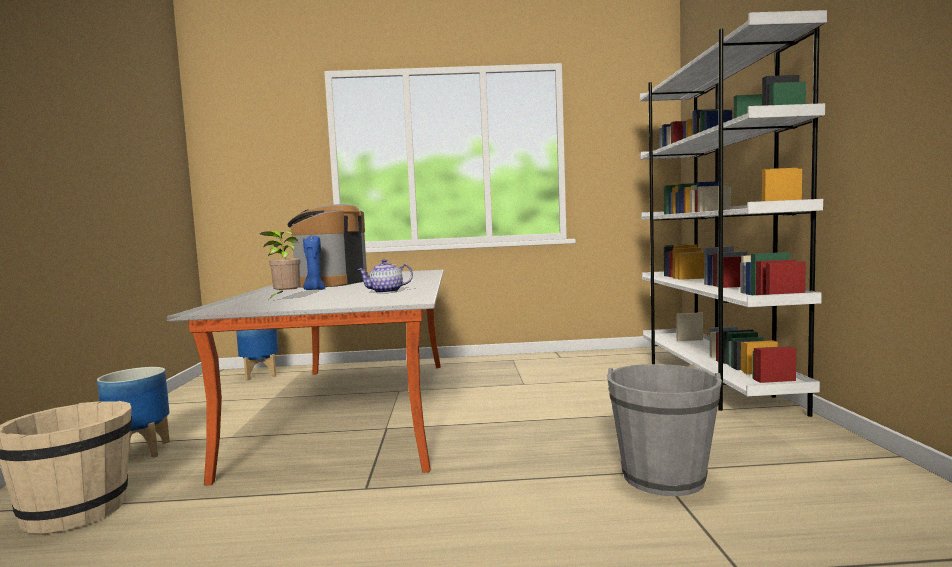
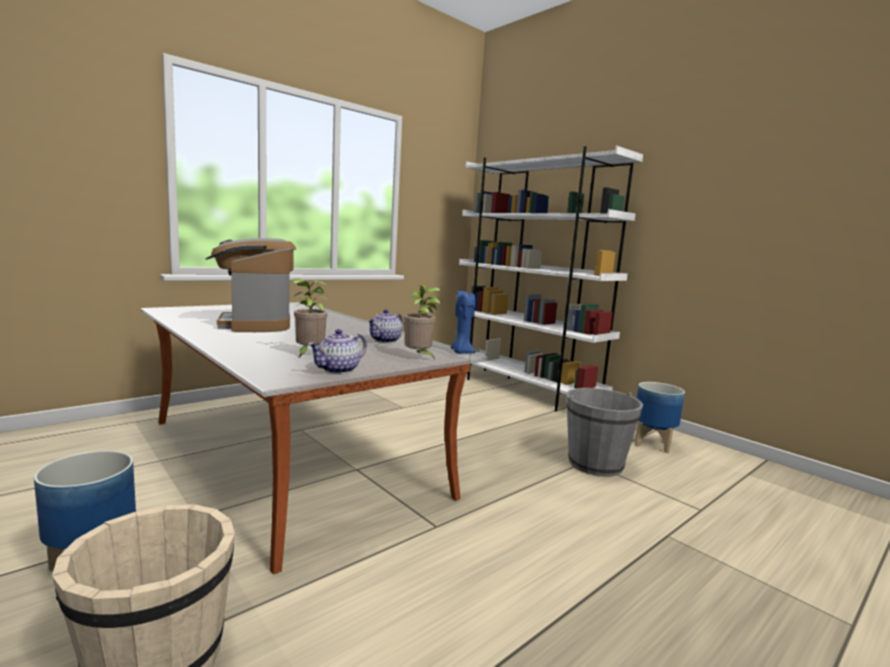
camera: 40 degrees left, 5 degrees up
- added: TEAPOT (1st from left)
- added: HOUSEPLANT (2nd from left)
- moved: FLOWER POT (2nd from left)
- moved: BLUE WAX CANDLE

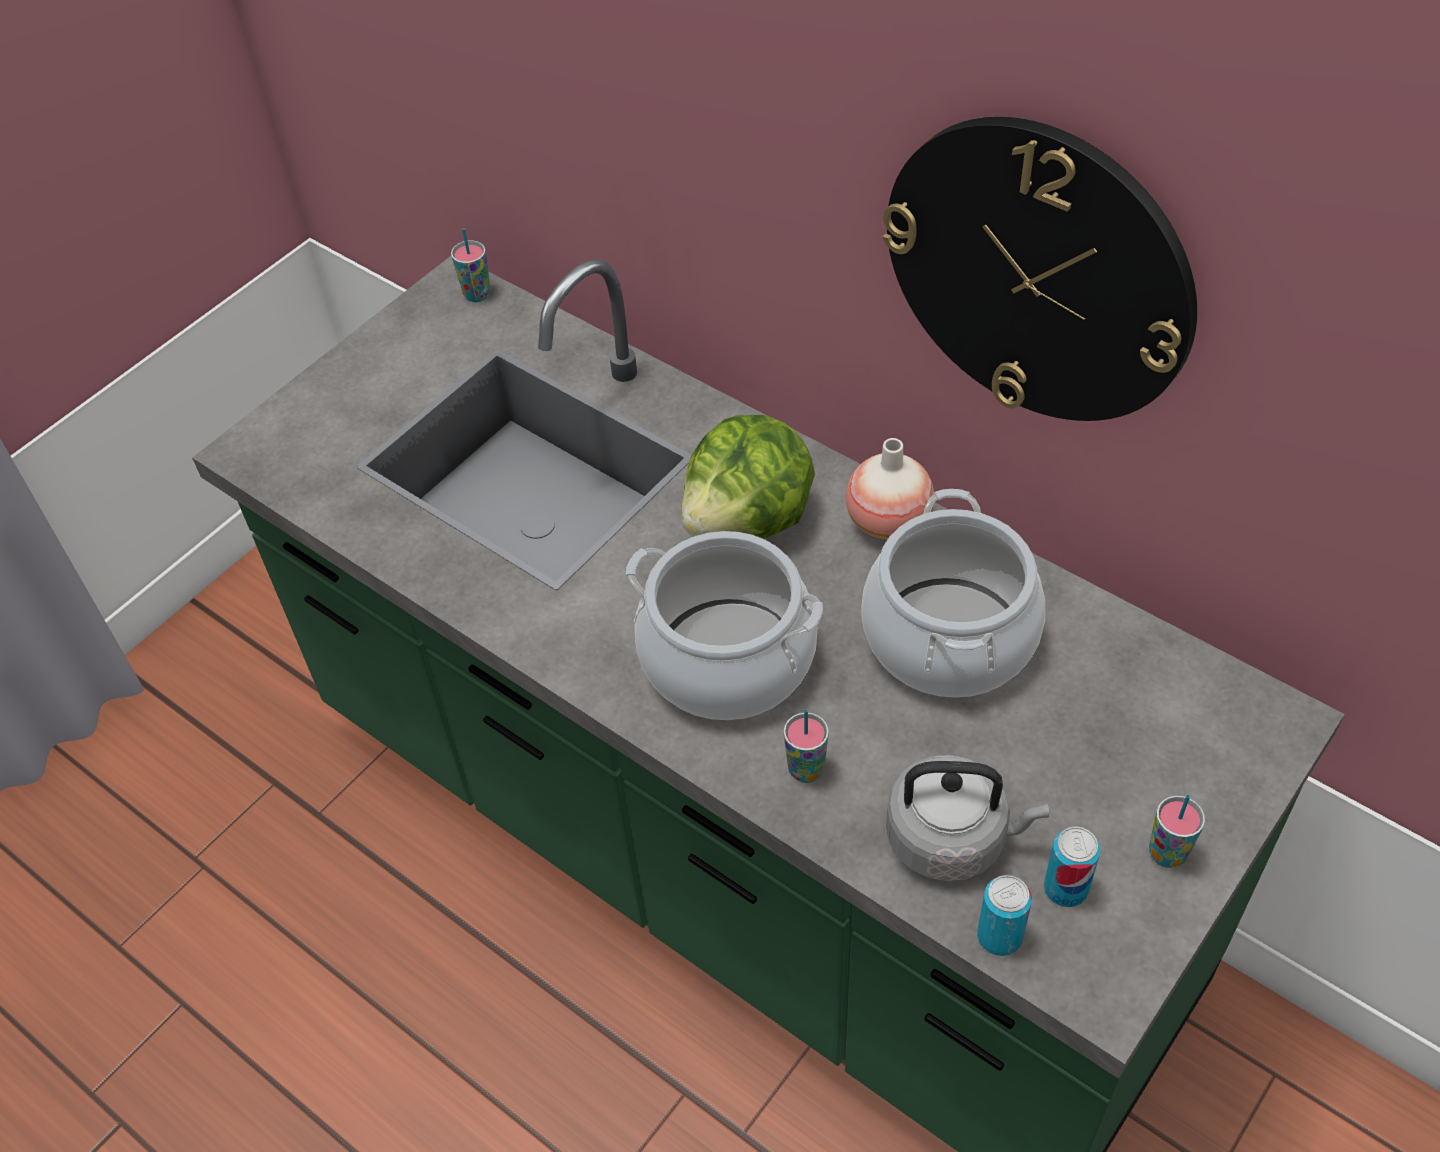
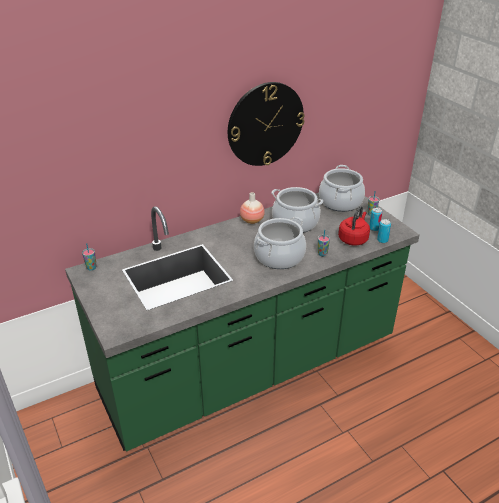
camera: 70 degrees left, 15 degrees down
- removed: LETTUCE
- added: STOCKPOT (3rd from left)
- recoloured: GRAY KETTLE to RED-COLOURED KETTLE

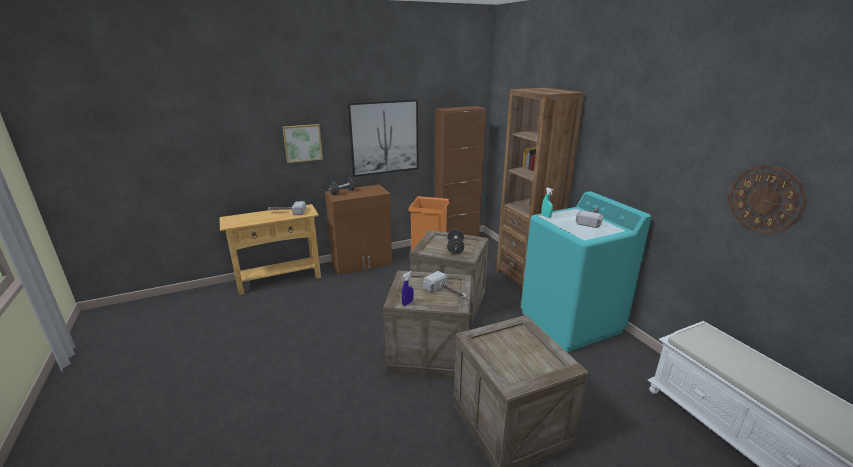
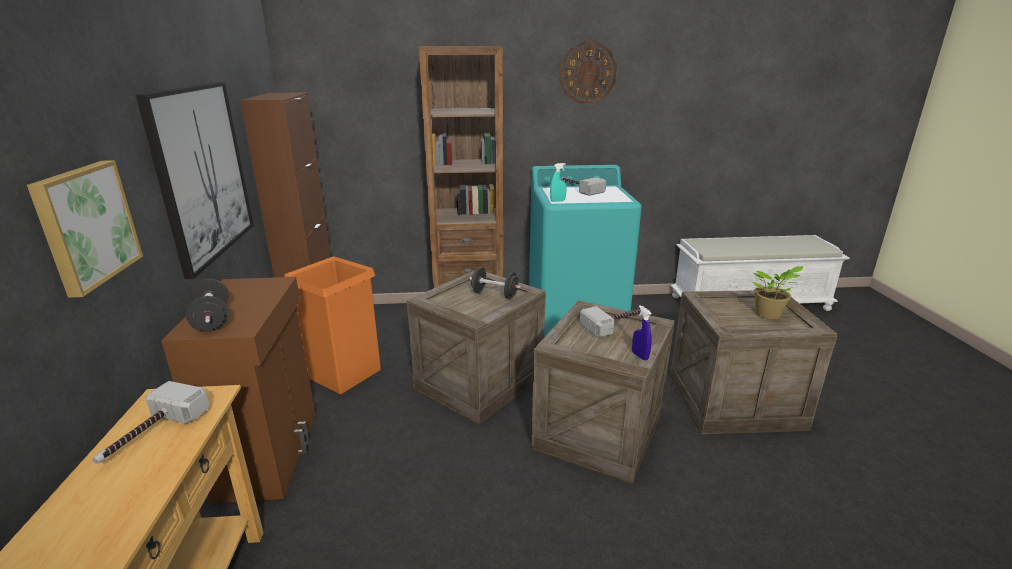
camera: 70 degrees left, 0 degrees up
- added: HOUSEPLANT
- moved: HANGING CLOCK

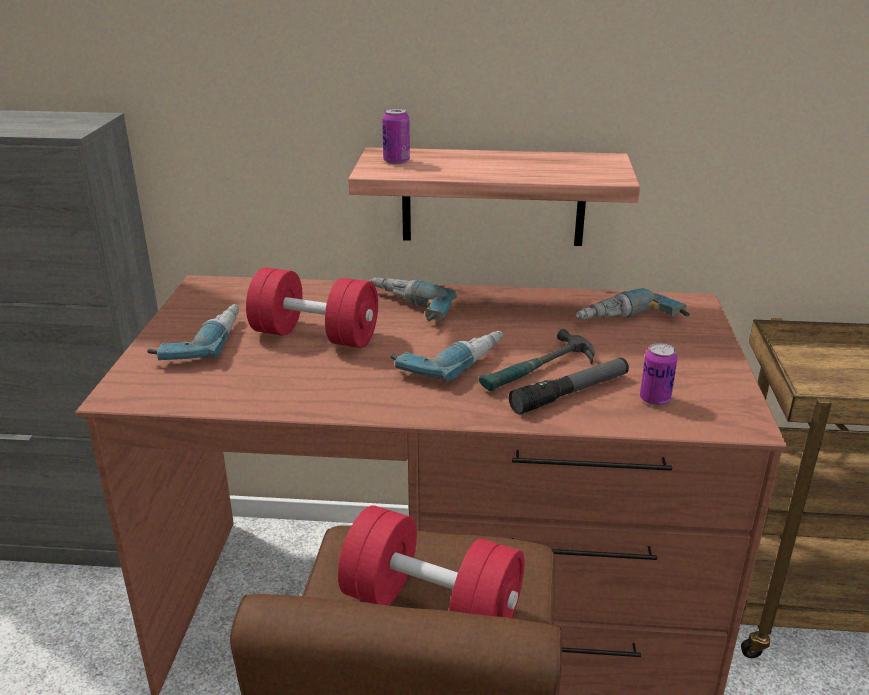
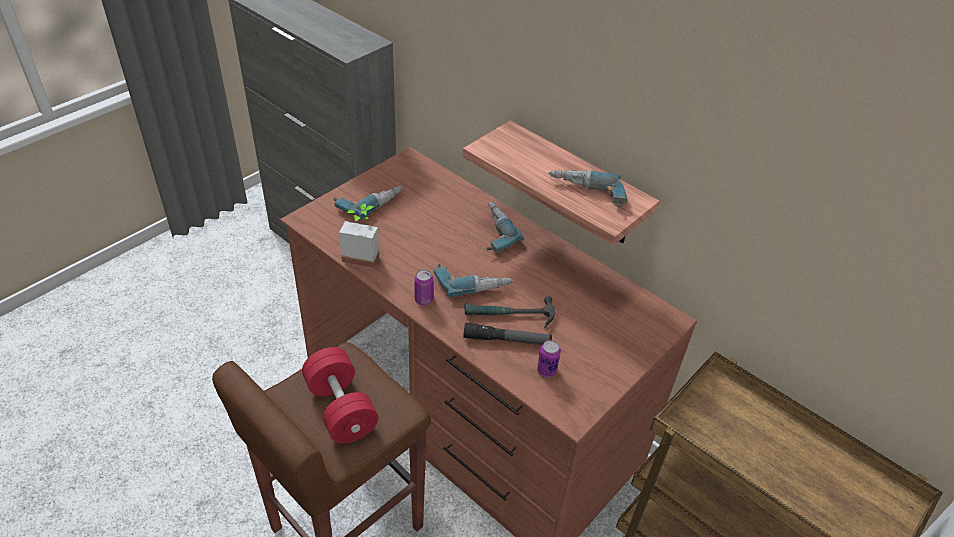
camera: 35 degrees right, 15 degrees up
- removed: RED-COLOURED HAND WEIGHT (1st from left)
- added: HOUSEPLANT
- moved: METAL CAN (1st from left)
- moved: ELECTRIC DRILL (4th from left)

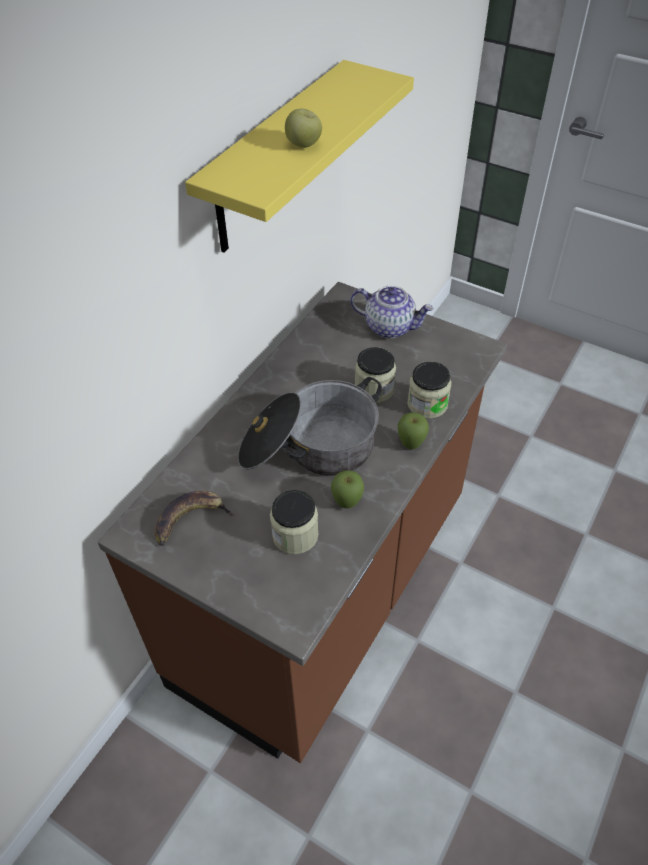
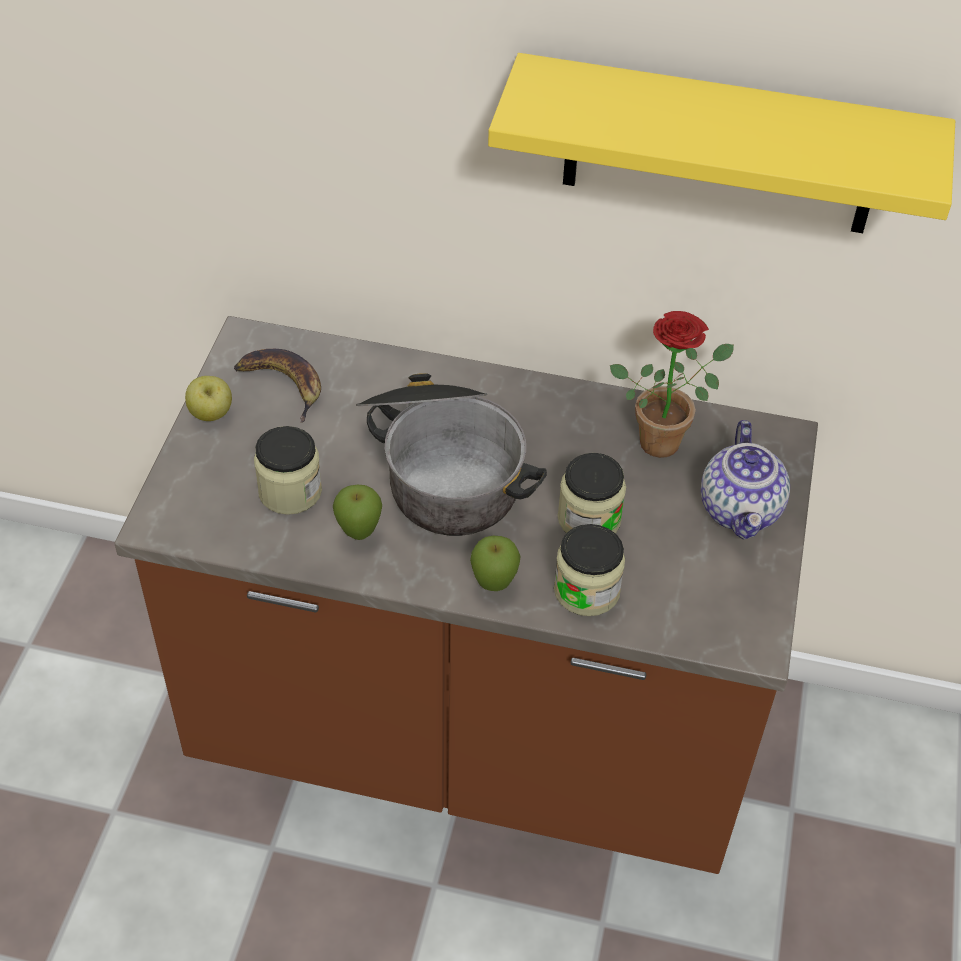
camera: 70 degrees right, 0 degrees up
- added: HOUSEPLANT
- moved: APPLE FRUIT (1st from left)

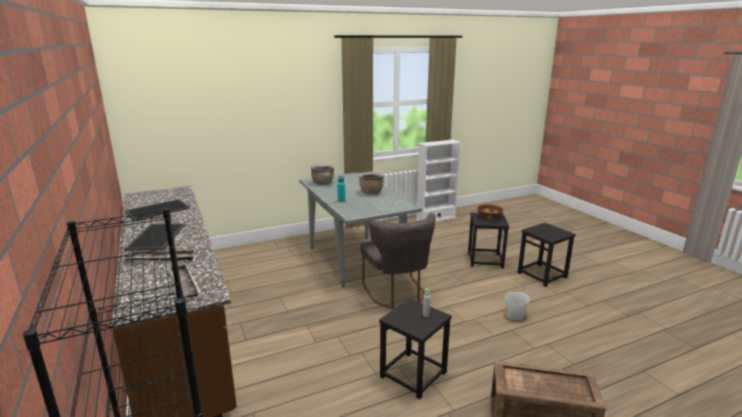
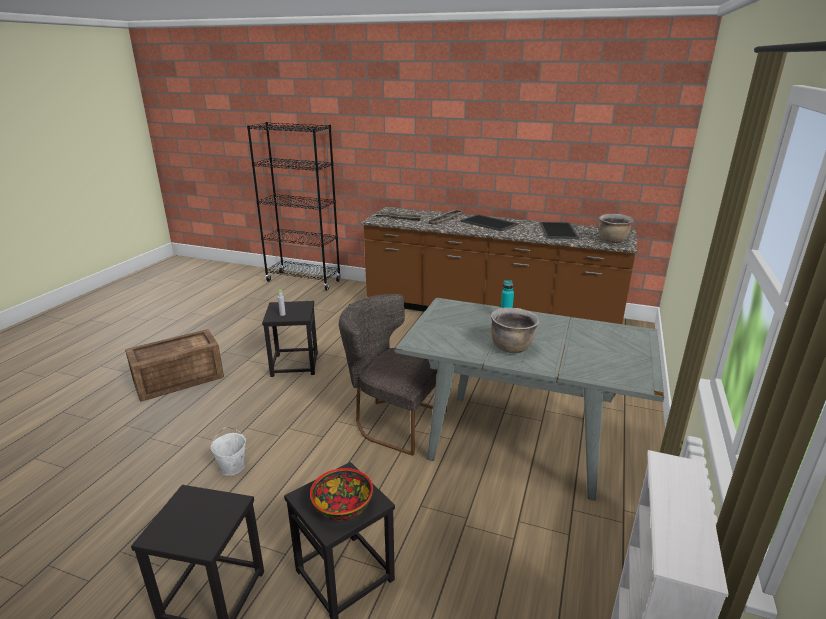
camera: 135 degrees right, 5 degrees up
- moved: BROWN STOCKPOT (1st from left in the first image) to BROWN STOCKPOT (2nd from left)

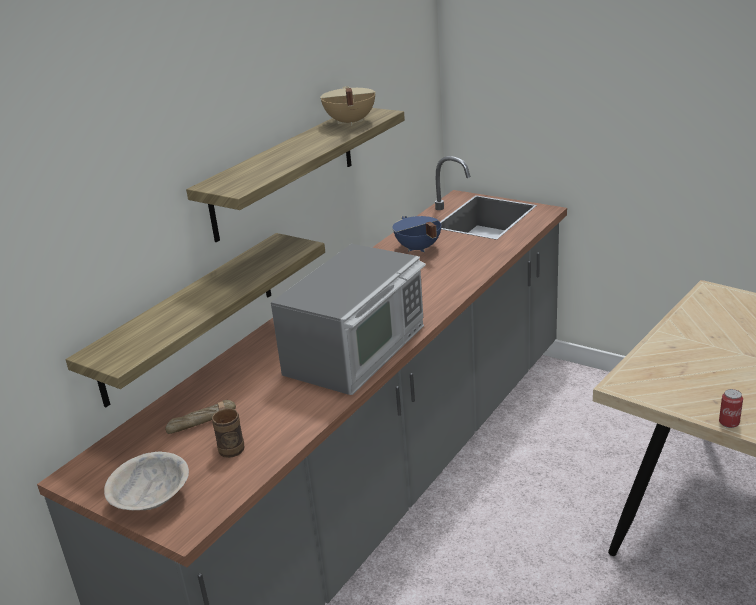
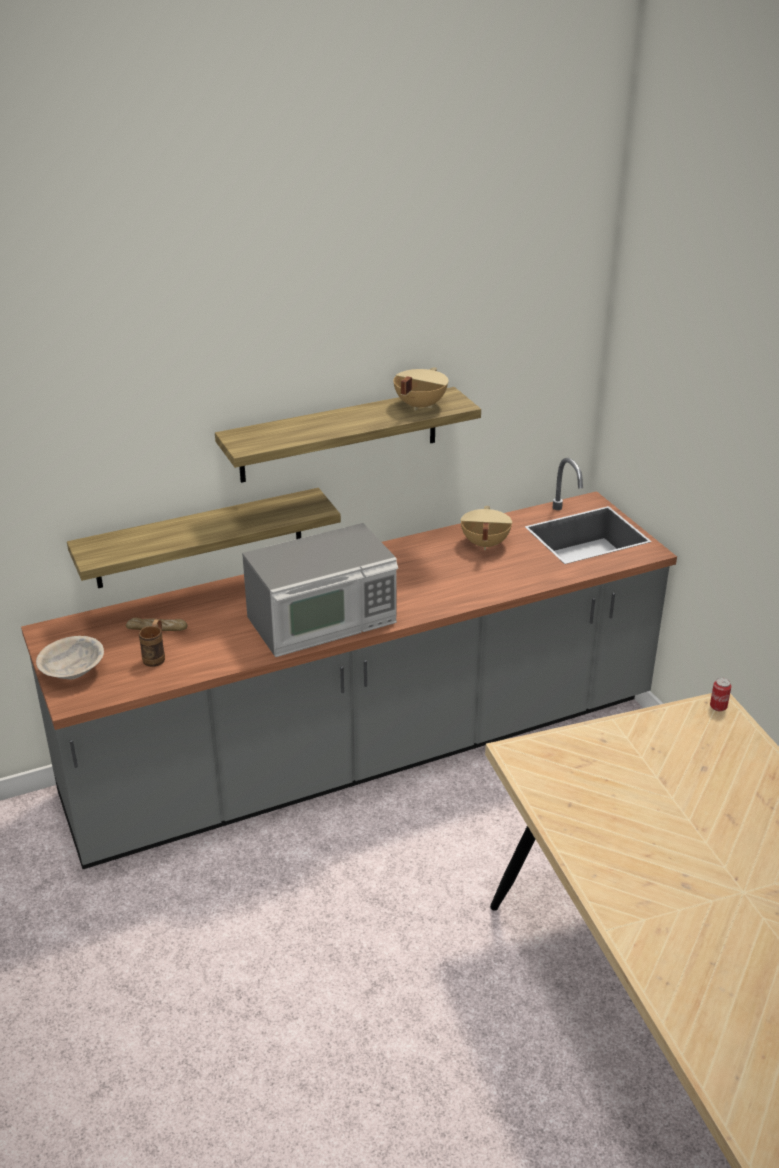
camera: 30 degrees right, 5 degrees up
- moved: METAL CAN
- recoloured: BLUE STOCKPOT to BEIGE-COLOURED STOCKPOT (2nd from left)

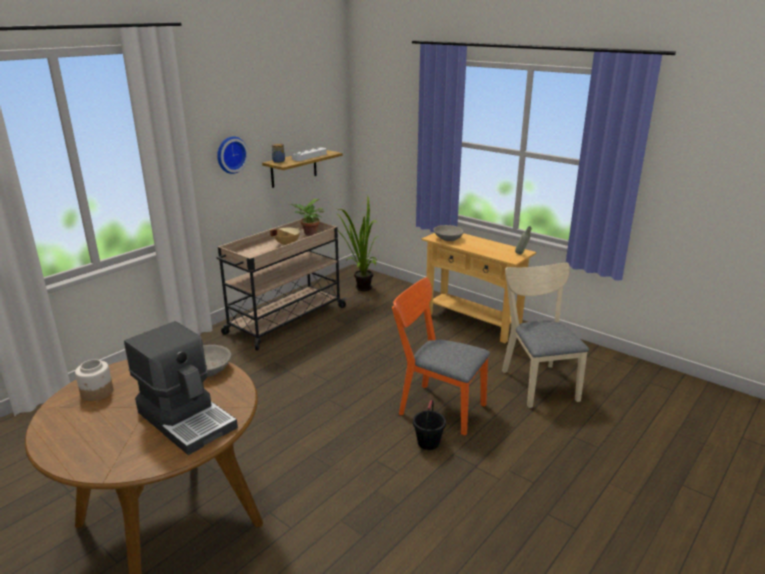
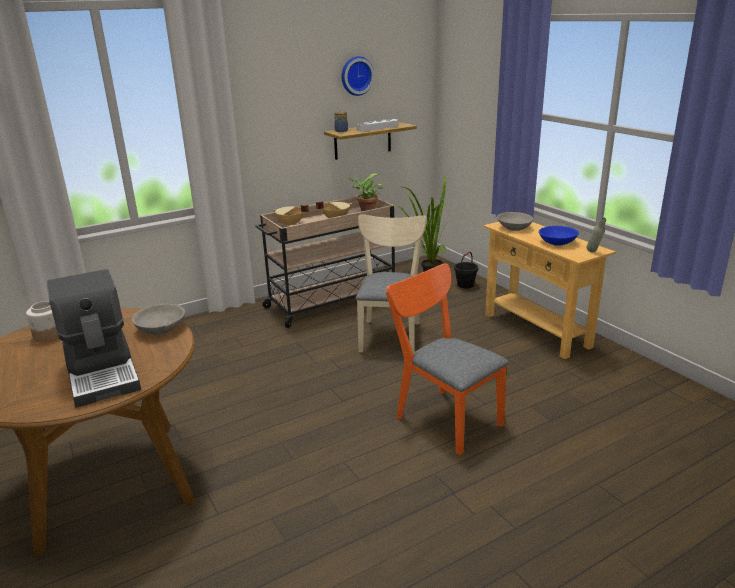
camera: 20 degrees right, 0 degrees up
- added: BEIGE-COLOURED STOCKPOT (1st from left)
- added: BLUE BOWL
- moved: HANGING CLOCK
- moved: BLACK WATER BUCKET
- moved: BEIGE-COLOURED PLAIN CHAIR

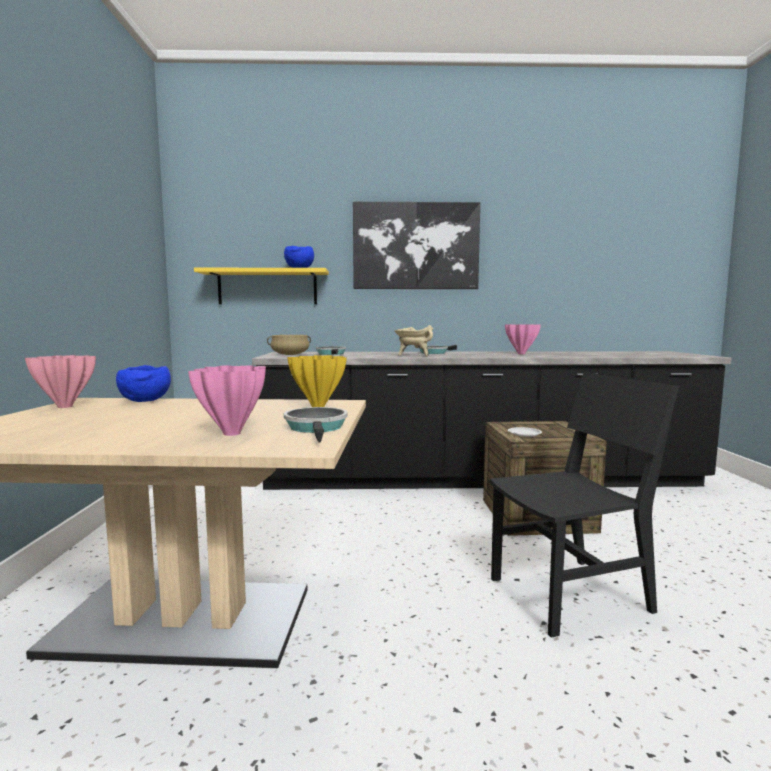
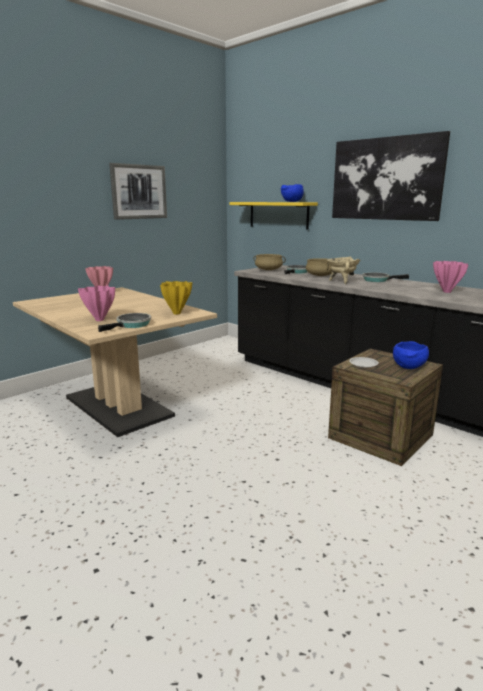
camera: 45 degrees right, 10 degrees up
- removed: BLACK PLAIN CHAIR
- added: WALL ART (1st from left)
- added: BEIGE-COLOURED STOCKPOT (2nd from left)
- moved: BLUE BOWL (1st from left in the first image) to BLUE BOWL (2nd from left)

